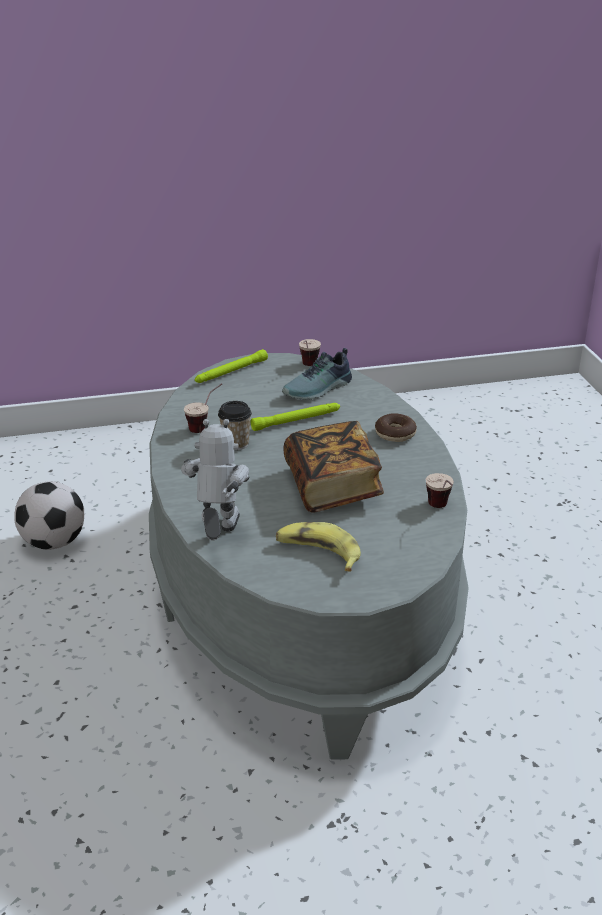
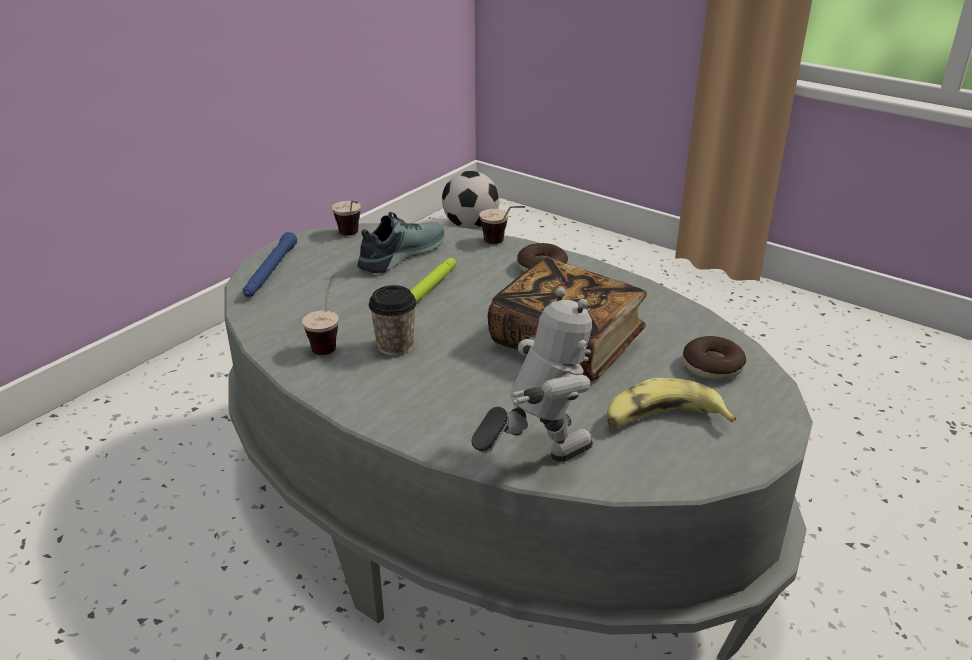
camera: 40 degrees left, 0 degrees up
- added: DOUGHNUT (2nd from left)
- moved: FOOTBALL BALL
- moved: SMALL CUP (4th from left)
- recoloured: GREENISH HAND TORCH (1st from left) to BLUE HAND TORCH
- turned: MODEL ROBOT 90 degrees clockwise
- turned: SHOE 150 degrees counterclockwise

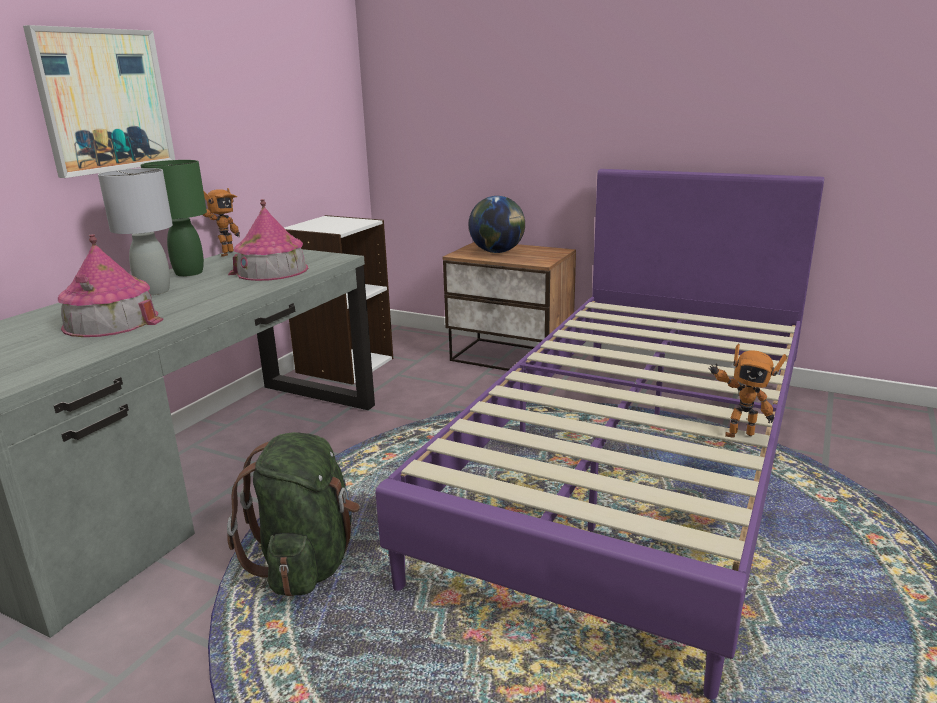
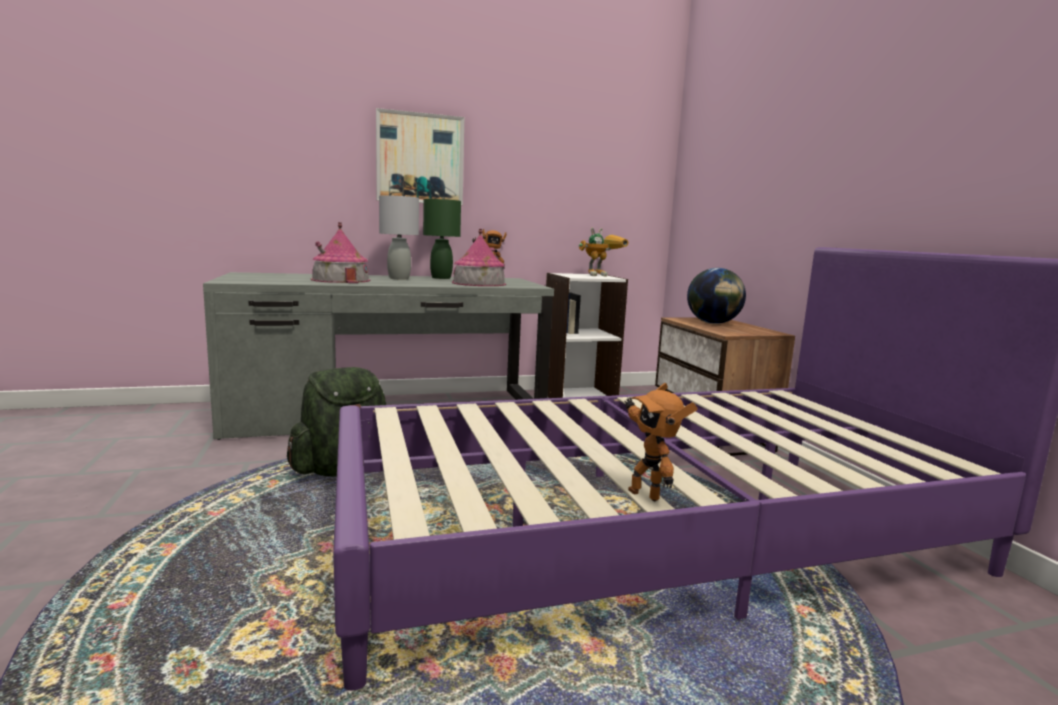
camera: 45 degrees right, 10 degrees down
- added: MODEL ROBOT (2nd from left)

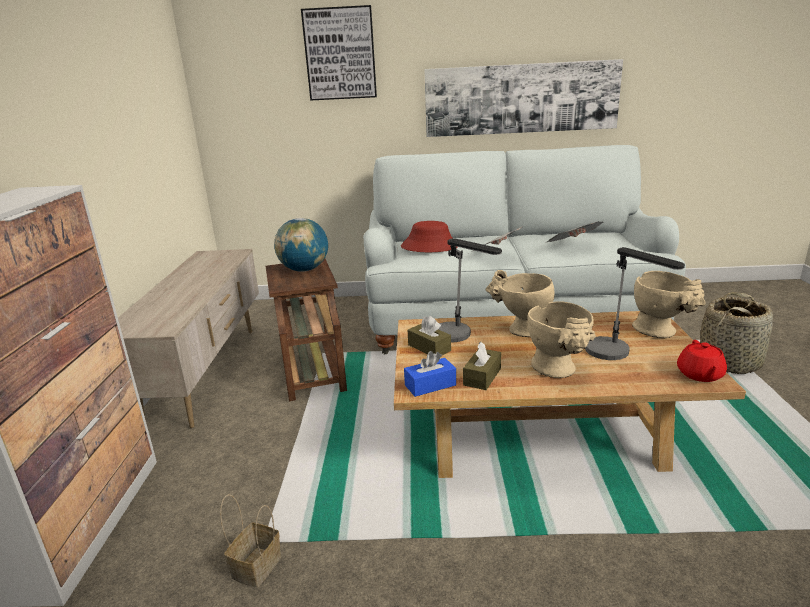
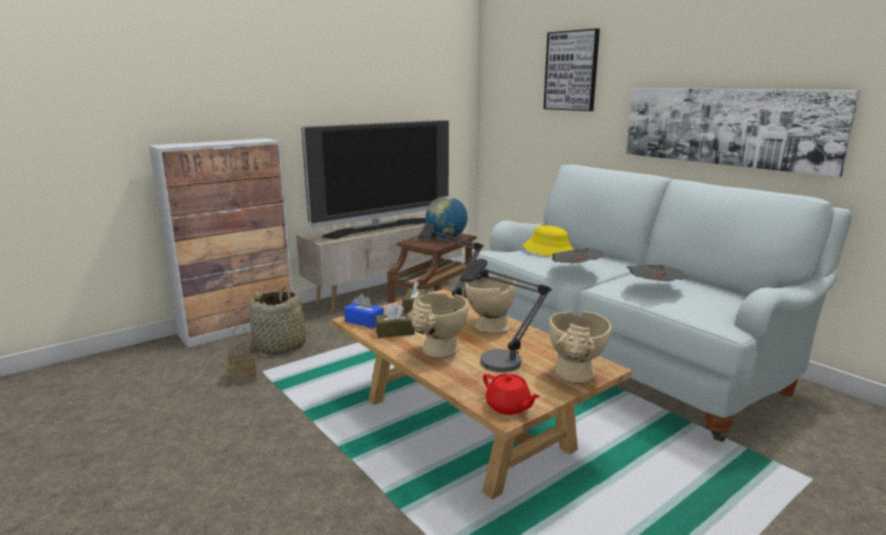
camera: 50 degrees right, 5 degrees down
- added: TELEVISION
- moved: HOUSEHOLD BASKET (2nd from left)
- recoloured: RED-COLOURED HAT to YELLOW HAT
- turned: RED-COLOURED TEAPOT 105 degrees counterclockwise

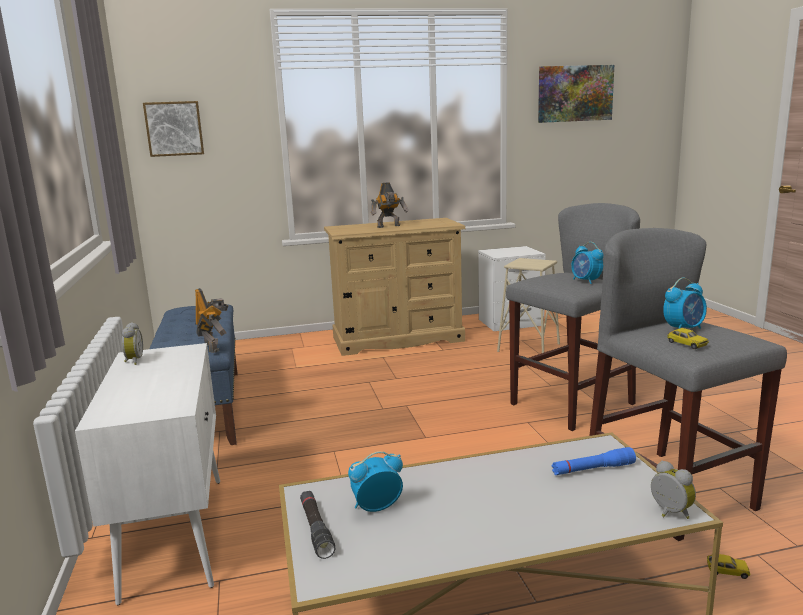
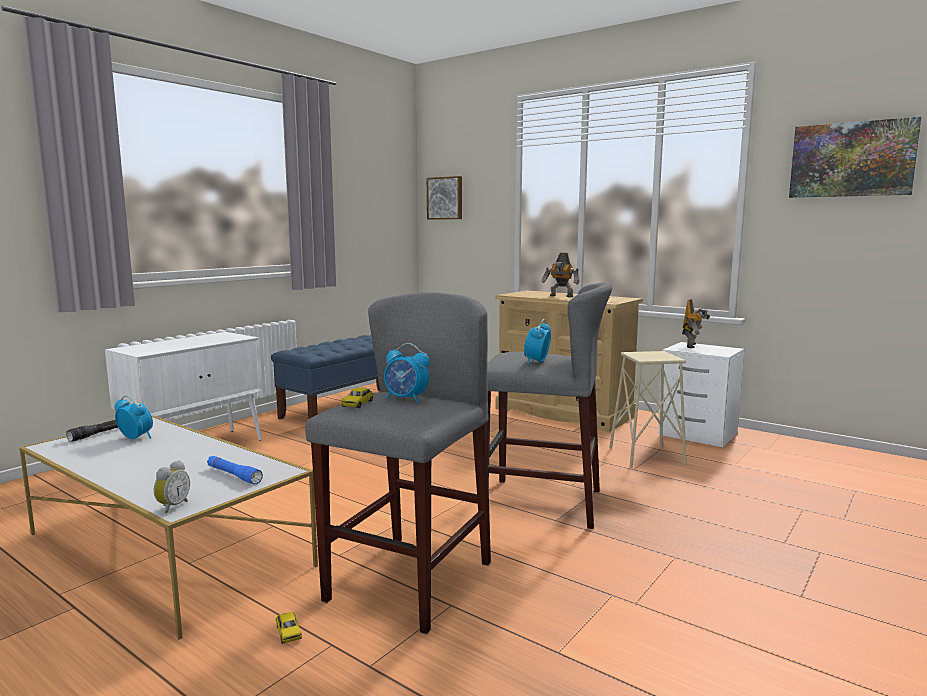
camera: 50 degrees right, 5 degrees down
- removed: BEDSIDE CLOCK (1st from left)
- moved: MODEL ROBOT (1st from left in the first image) to MODEL ROBOT (2nd from left)

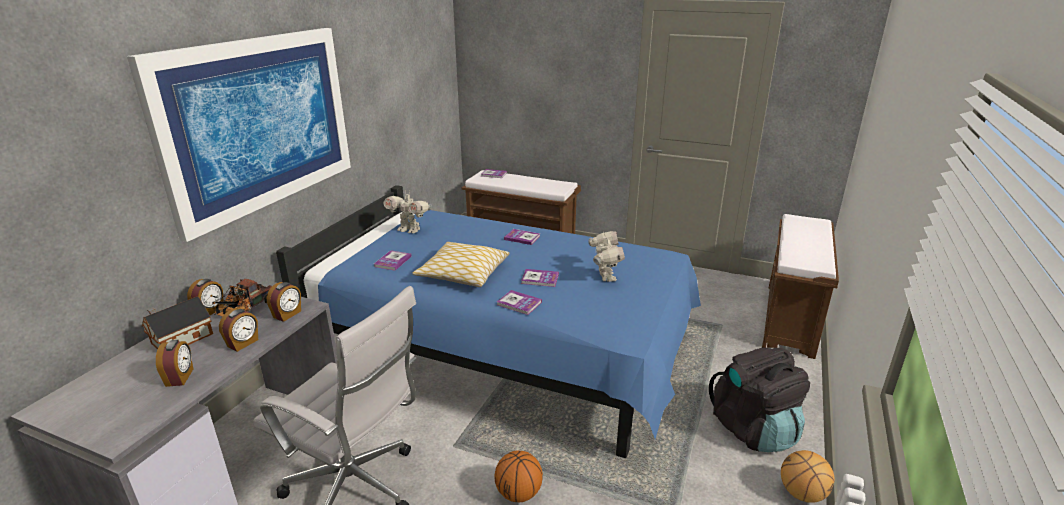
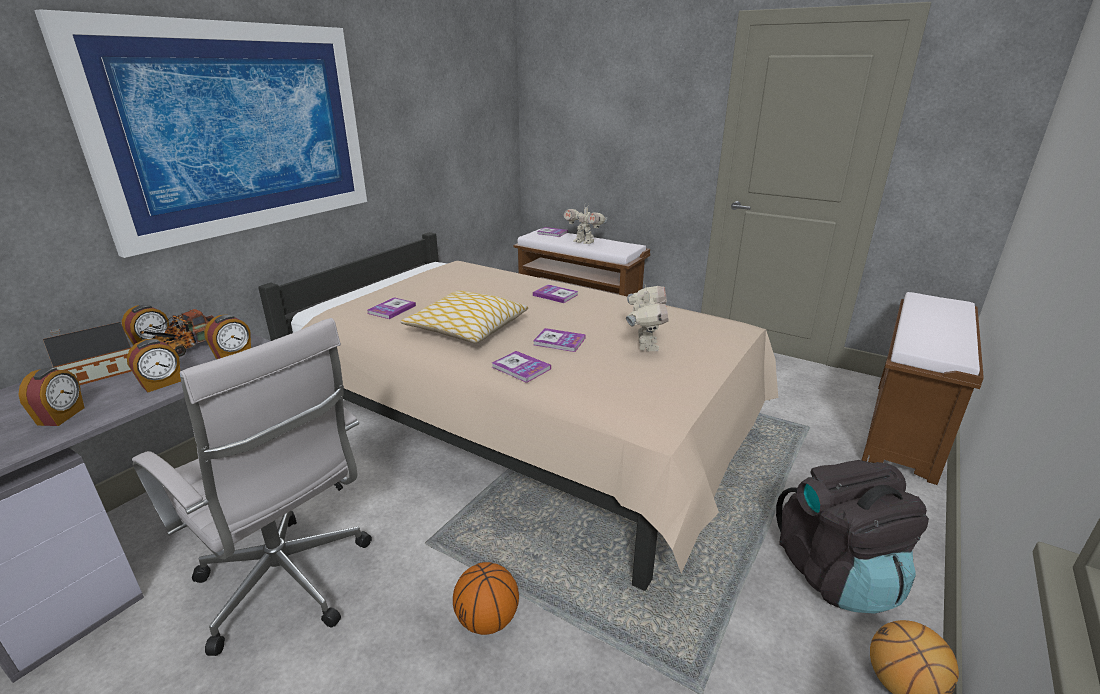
camera: 10 degrees right, 0 degrees up
- moved: MODEL ROBOT (1st from left)
- recoloured: BLUE BEDROOM BED to BEIGE-COLOURED BEDROOM BED

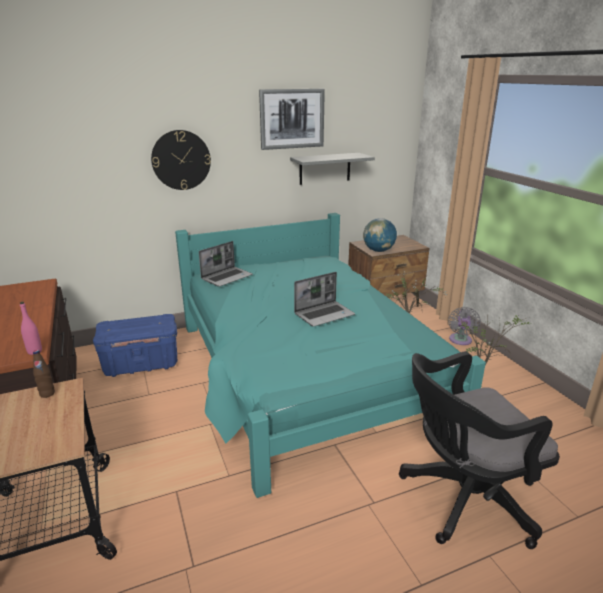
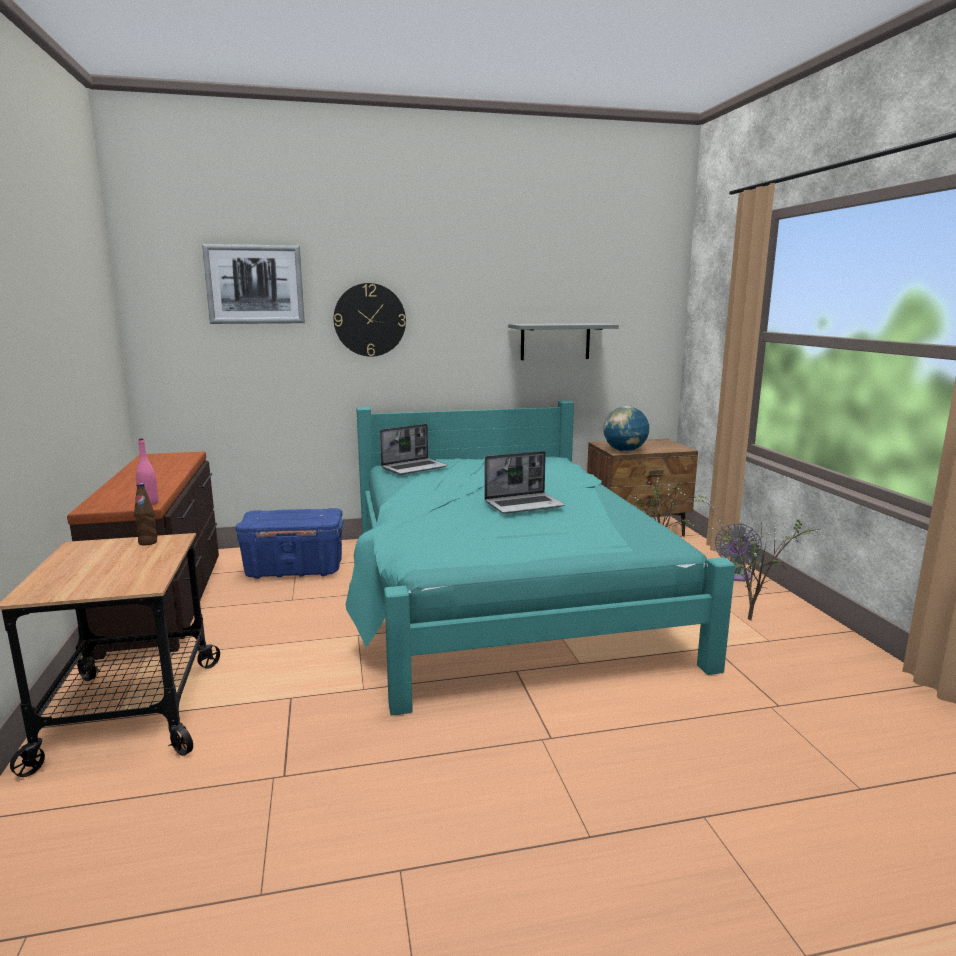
camera: 10 degrees right, 10 degrees down
- removed: BLACK DESK CHAIR
- moved: WALL ART

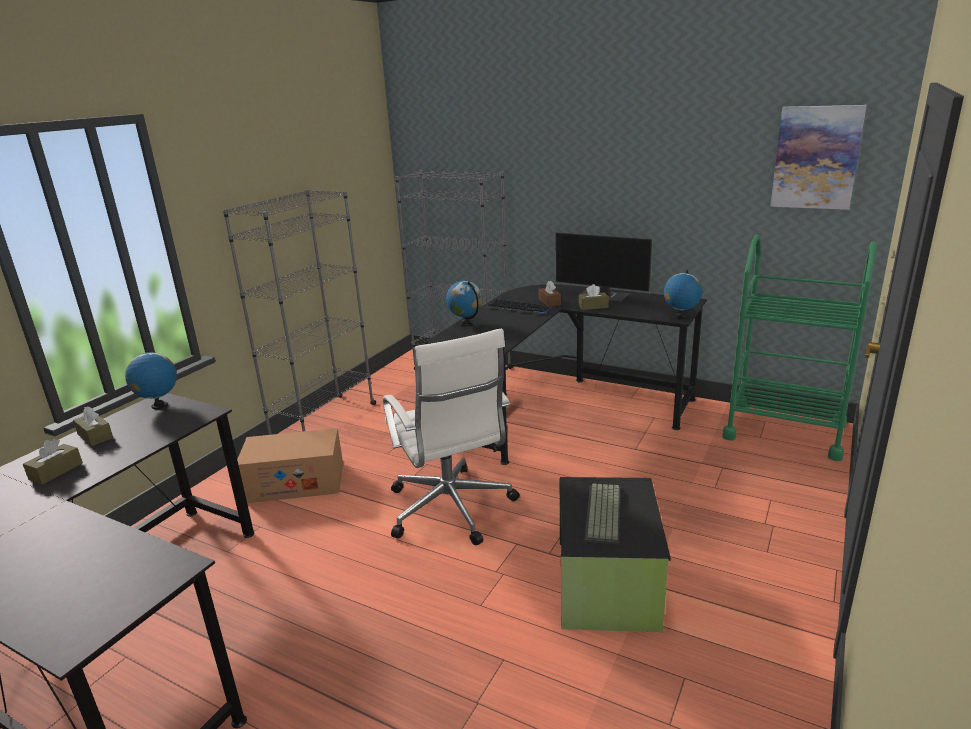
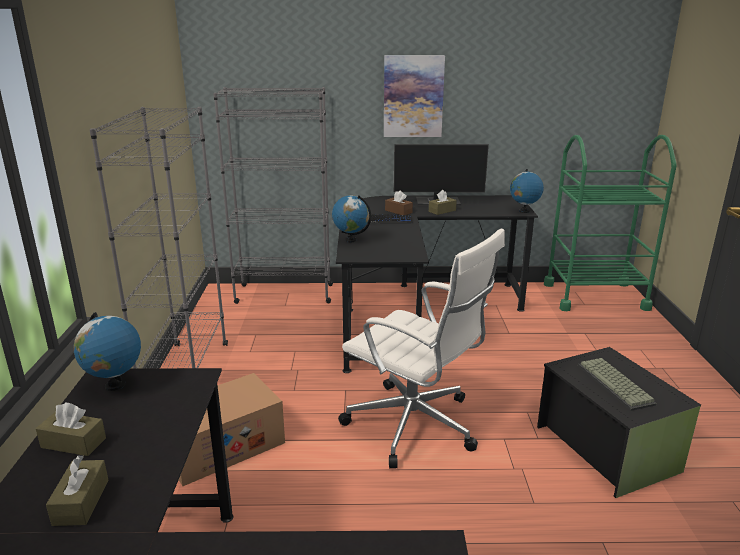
camera: 30 degrees left, 0 degrees up
- moved: WALL ART

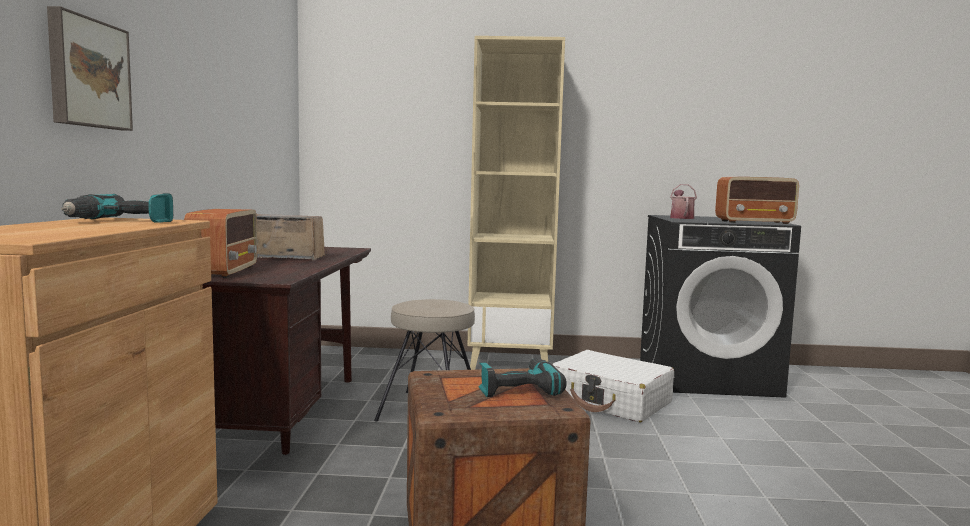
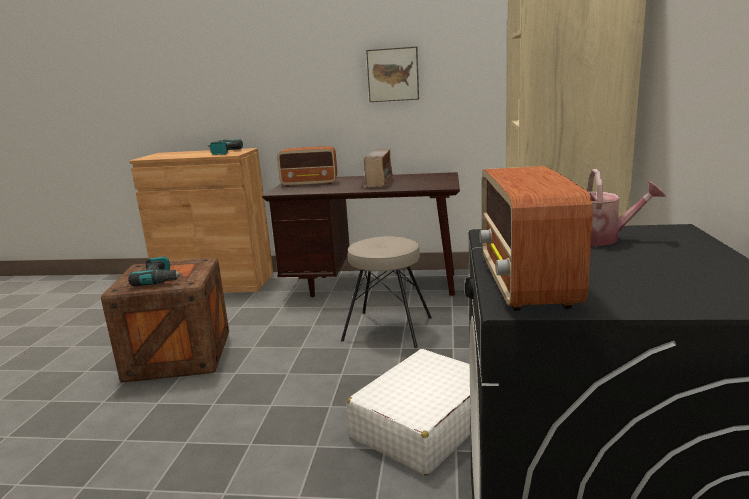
camera: 95 degrees right, 10 degrees up
- moved: WALL ART

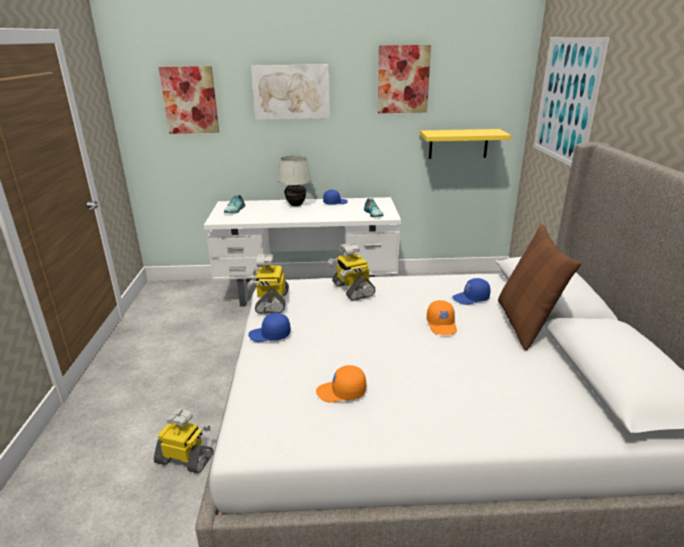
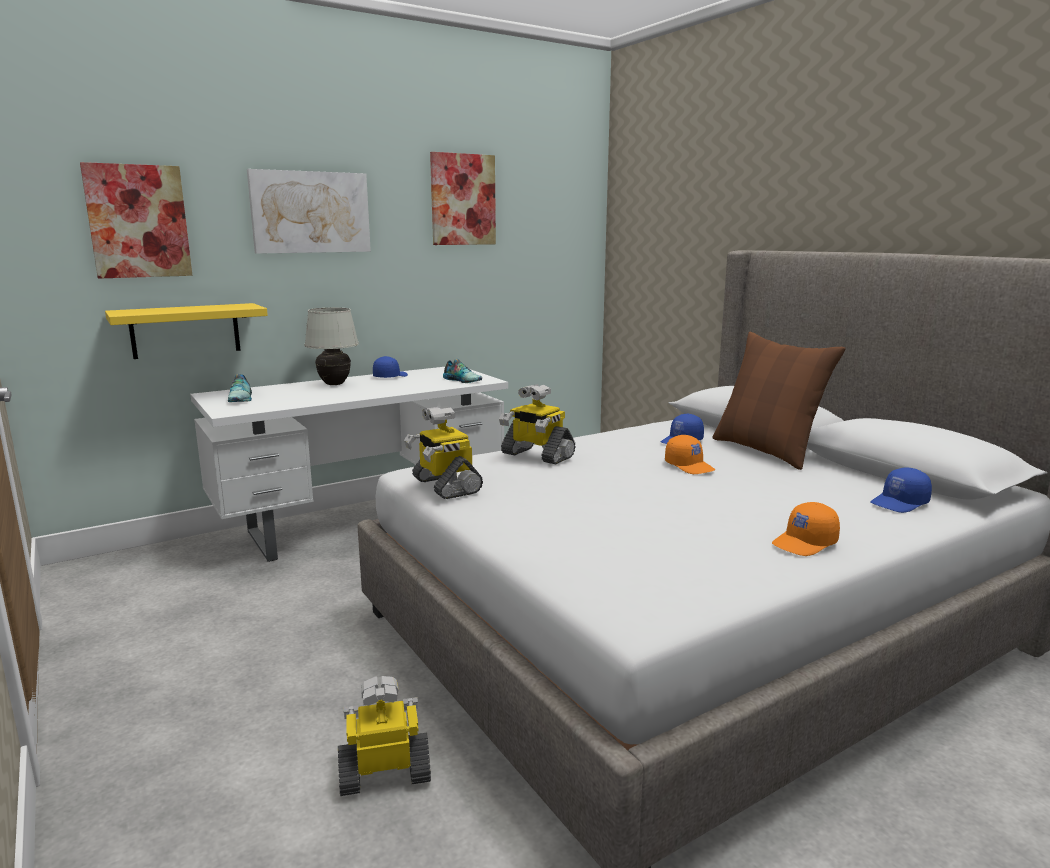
camera: 30 degrees left, 10 degrees down
- removed: WALL ART (4th from left)
- moved: BLUE PEAKED CAP (1st from left in the first image) to BLUE PEAKED CAP (3rd from left)
- moved: ORANGE-COLOURED PEAKED CAP (1st from left in the first image) to ORANGE-COLOURED PEAKED CAP (2nd from left)
- moved: YELLOW SHELF

